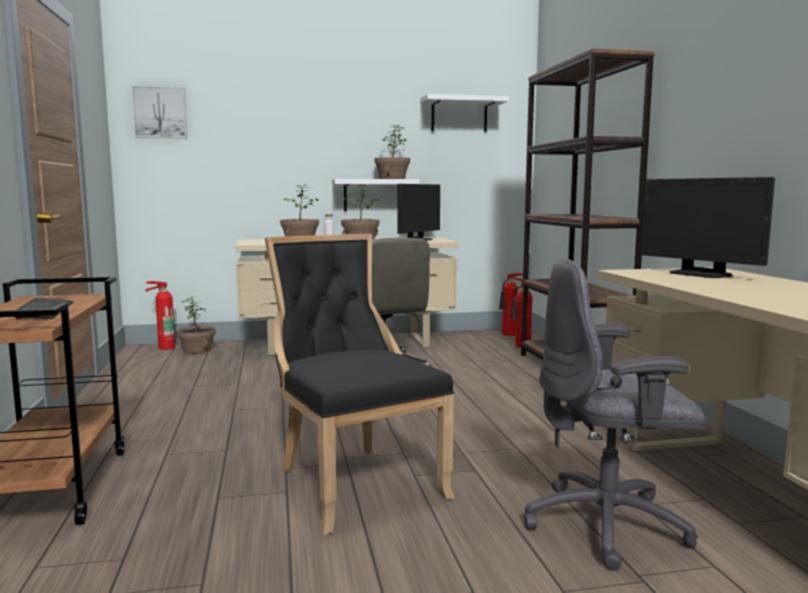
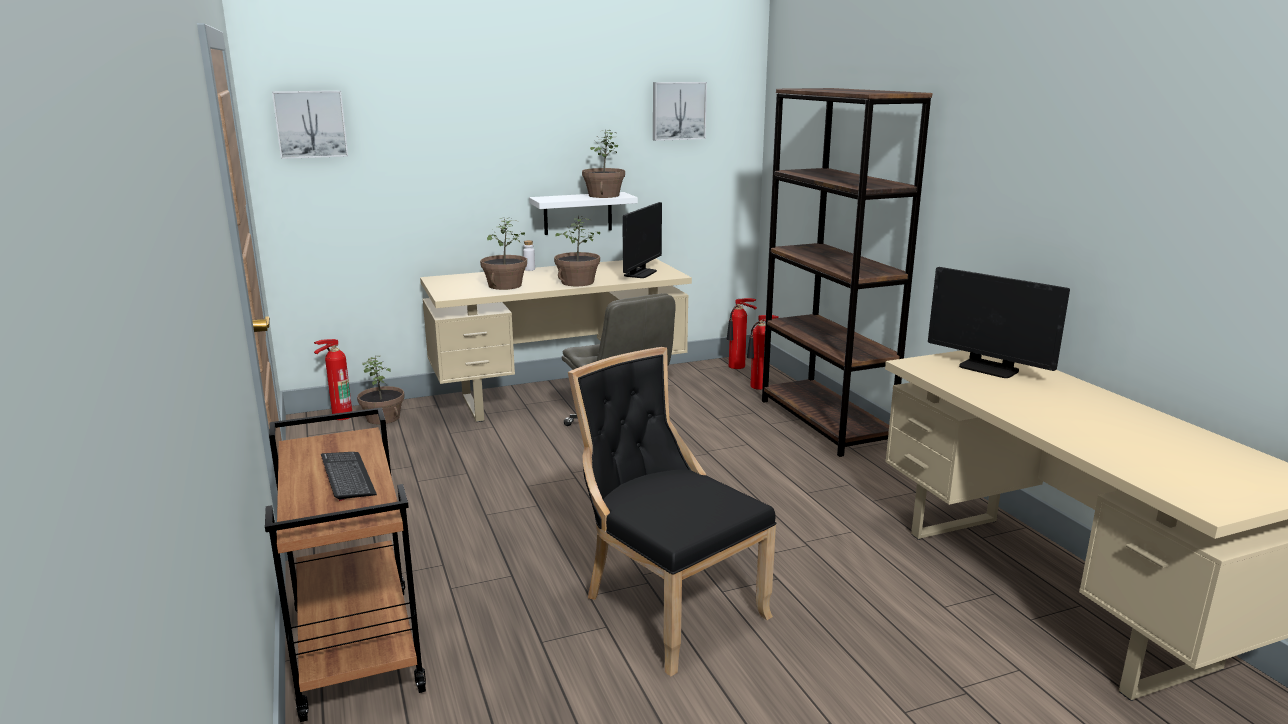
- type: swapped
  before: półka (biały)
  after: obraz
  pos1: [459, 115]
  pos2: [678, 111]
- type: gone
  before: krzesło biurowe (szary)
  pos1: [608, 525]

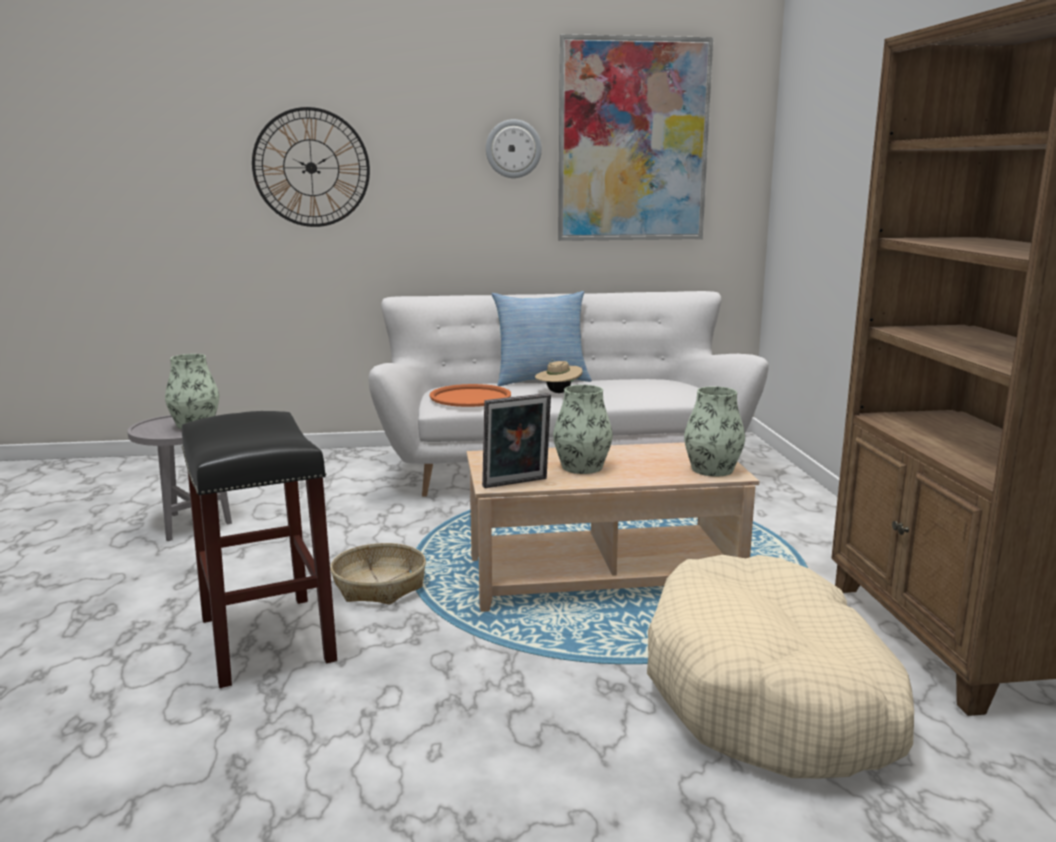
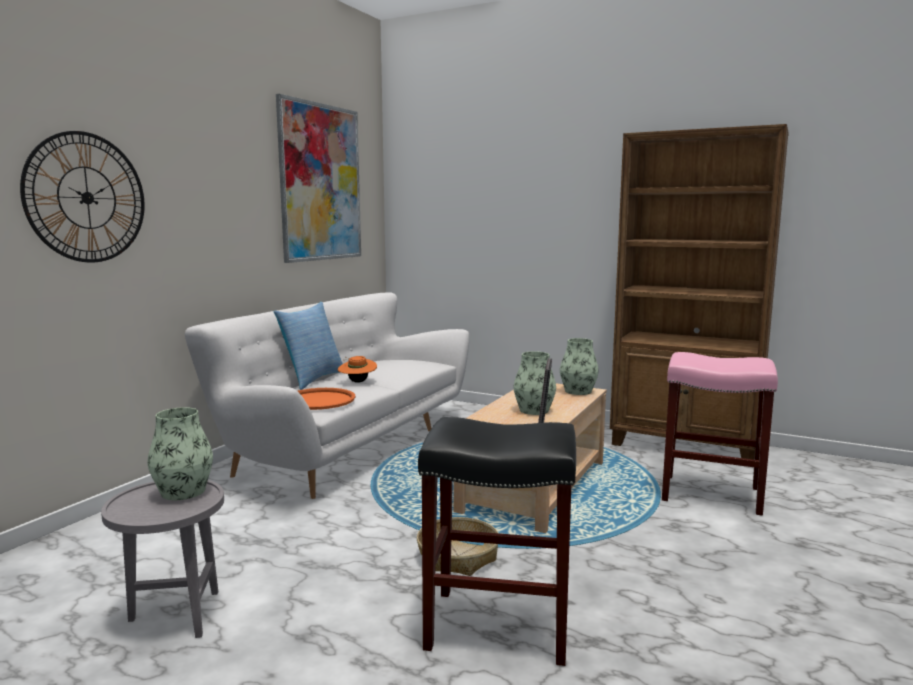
- type: gone
  before: zegar ścienny
  pos1: [513, 149]
- type: repainted
  before: kapelusz (beżowy)
  after: kapelusz (pomarańczowy)
  pos1: [558, 392]
  pos2: [357, 382]
- type: swapped
  before: legowisko (beżowy)
  after: stołek (różowy)
  pos1: [771, 694]
  pos2: [709, 494]

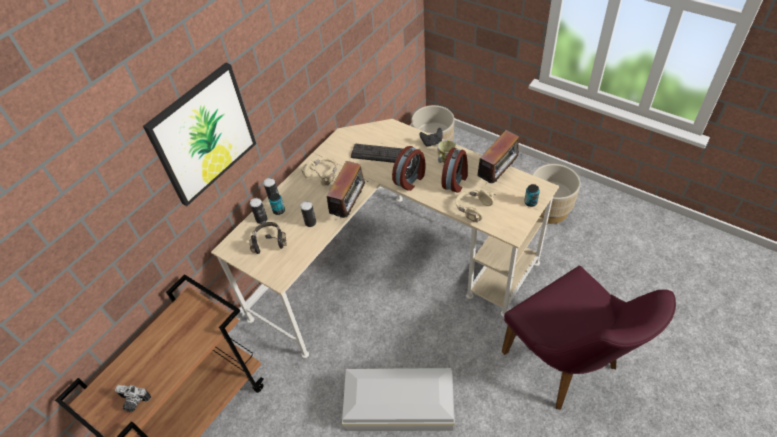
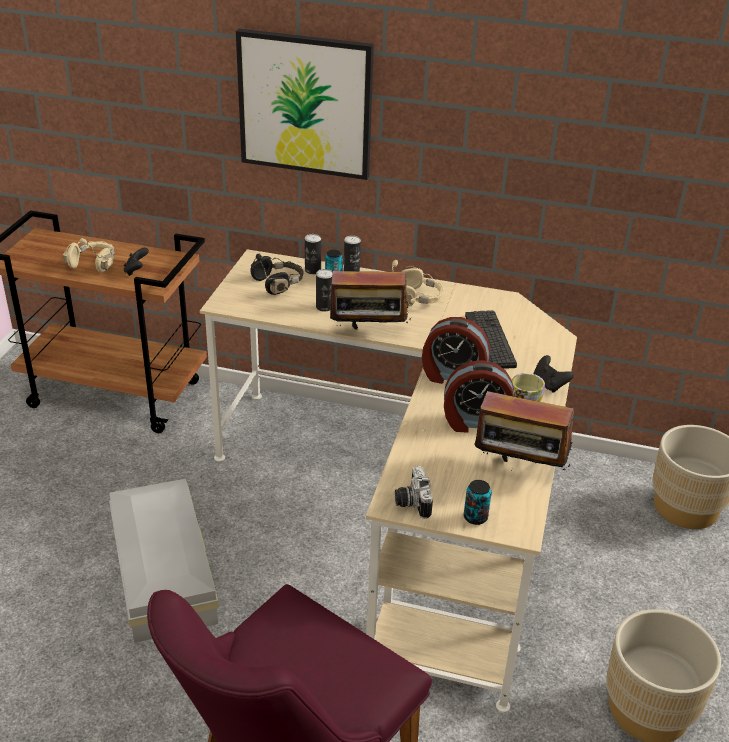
- type: shifted
  before: słuchawki (beżowy)
  pos1: [473, 209]
  pos2: [94, 264]
- type: shifted
  before: aparat fotograficzny
  pos1: [133, 402]
  pos2: [411, 502]
- type: new
  after: pad do gier (czarny)
  pos2: [136, 271]

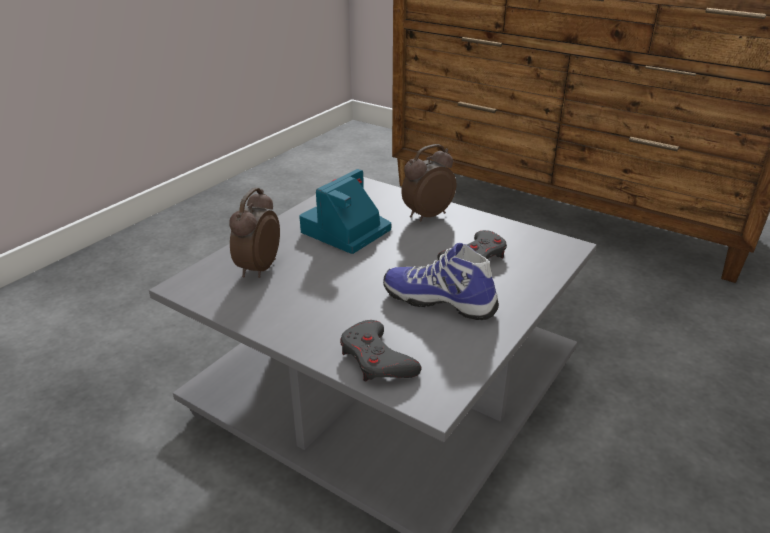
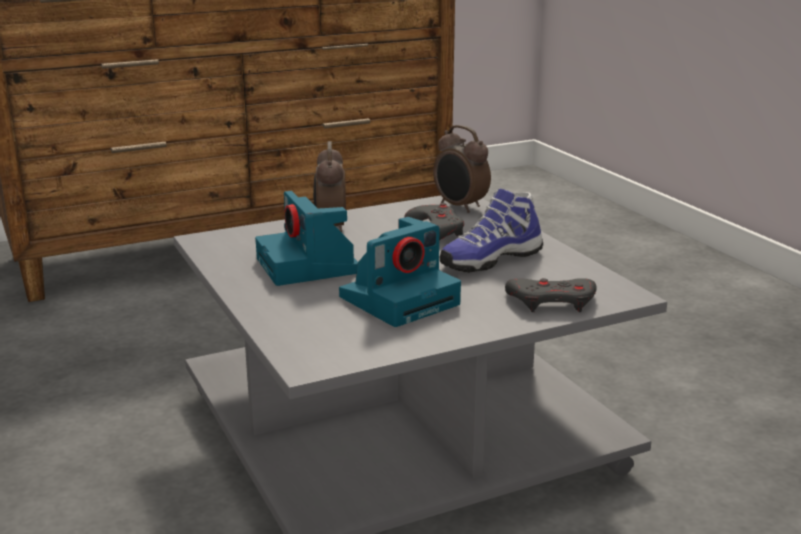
- type: shifted
  before: budzik
  pos1: [257, 269]
  pos2: [460, 207]
- type: new
  after: aparat fotograficzny
  pos2: [400, 299]

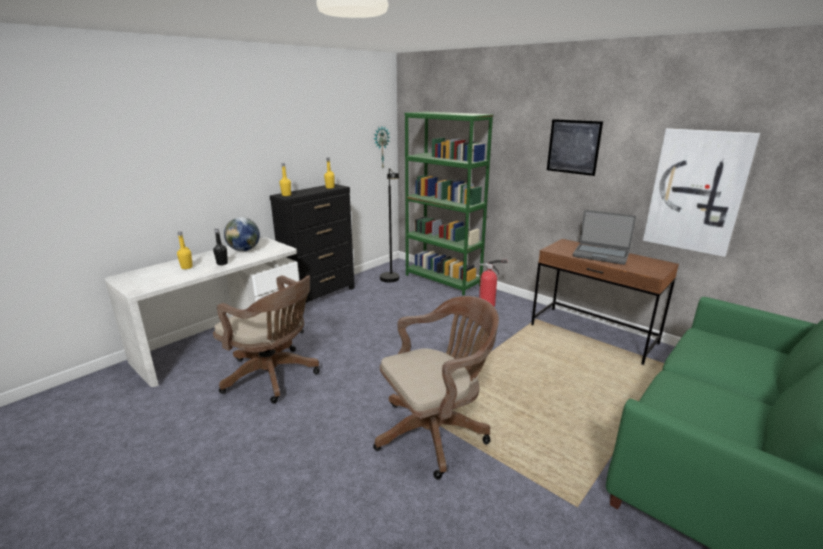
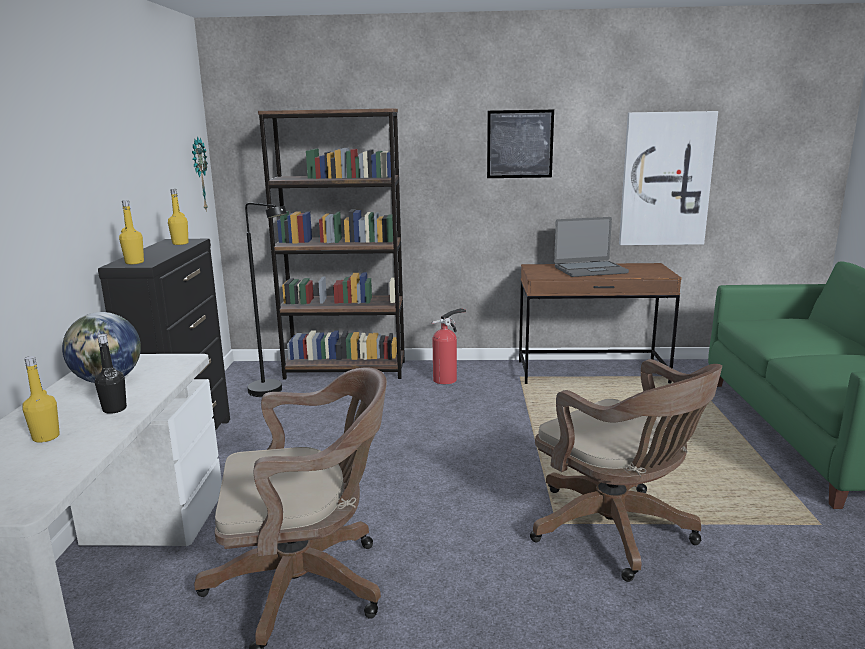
- type: repainted
  before: regał (zielony)
  after: regał (brązowy)
  pos1: [443, 280]
  pos2: [346, 370]
- type: rotated
  before: krzesło biurowe (brązowy)
  pos1: [436, 432]
  pos2: [617, 532]
  turn: 120

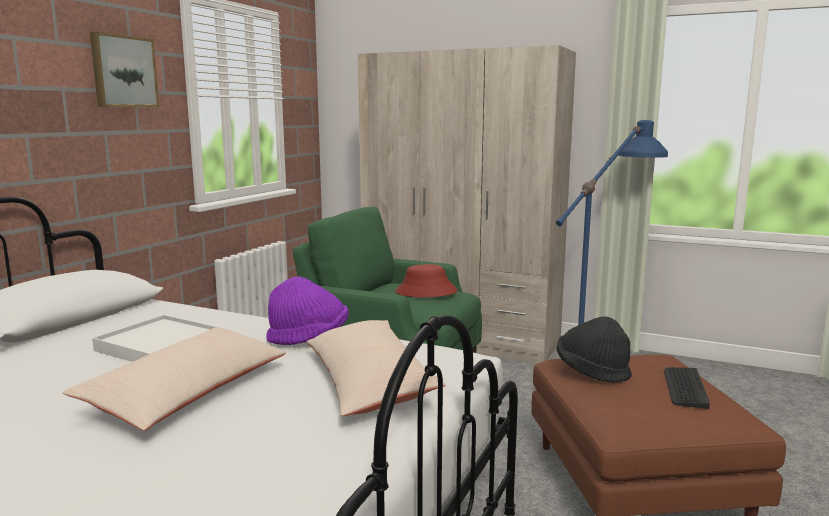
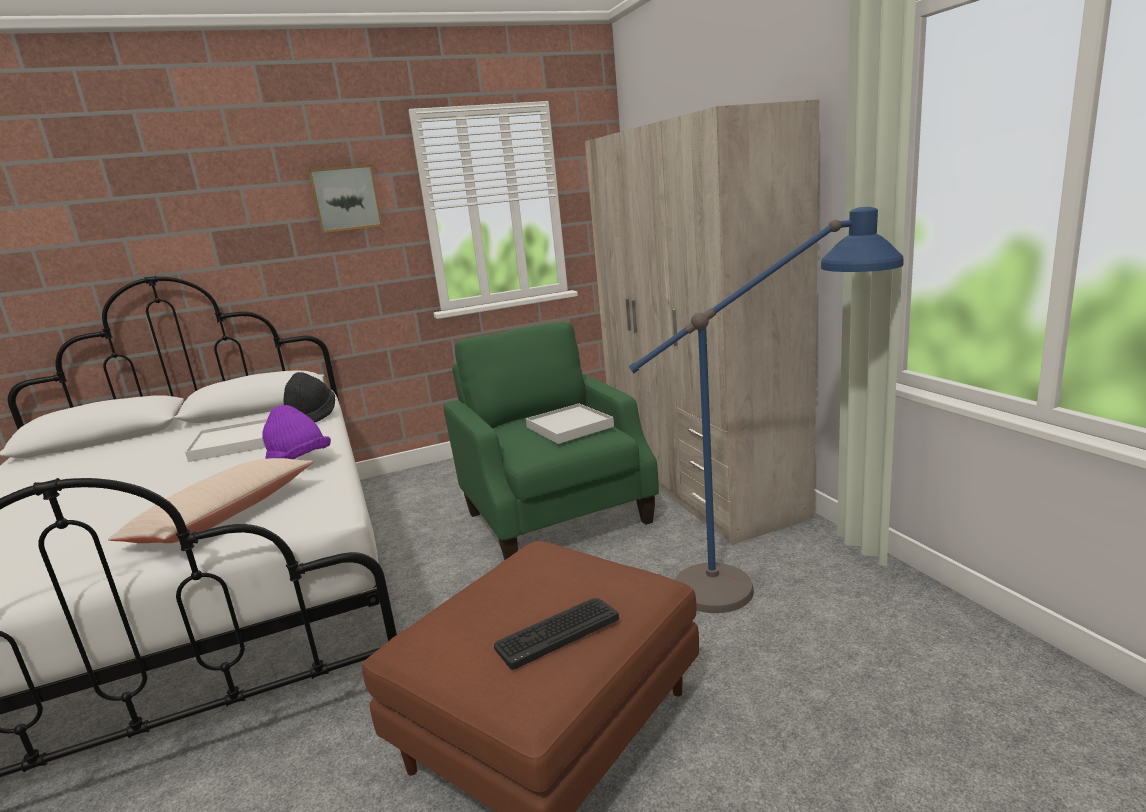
- type: swapped
  before: kapelusz (czerwony)
  after: taca (biały)
  pos1: [426, 292]
  pos2: [569, 427]
- type: shifted
  before: kapelusz (czarny)
  pos1: [592, 371]
  pos2: [312, 417]
- type: gone
  before: poduszka (beżowy)
  pos1: [187, 393]

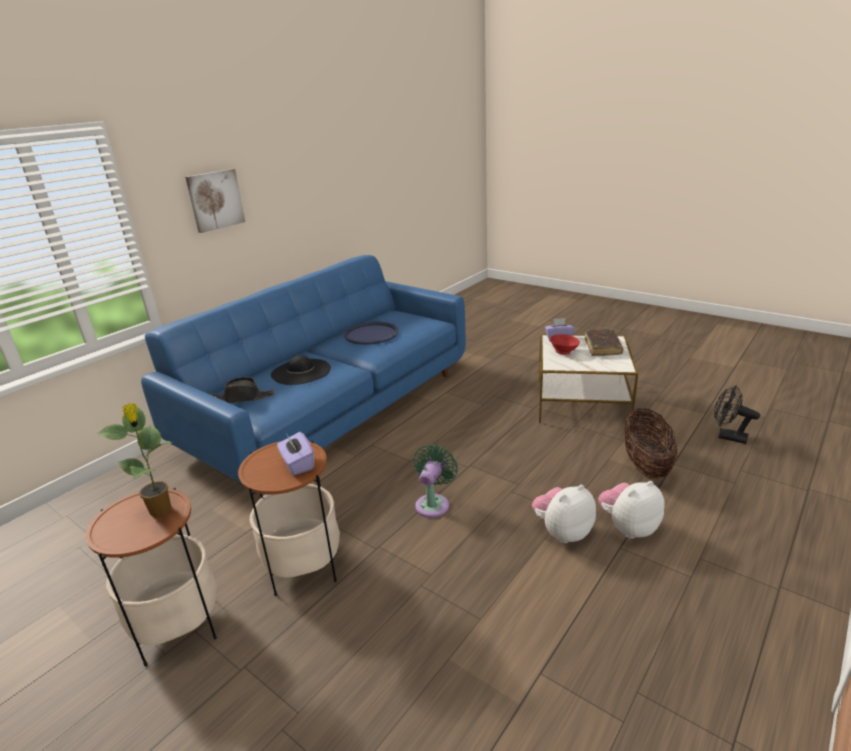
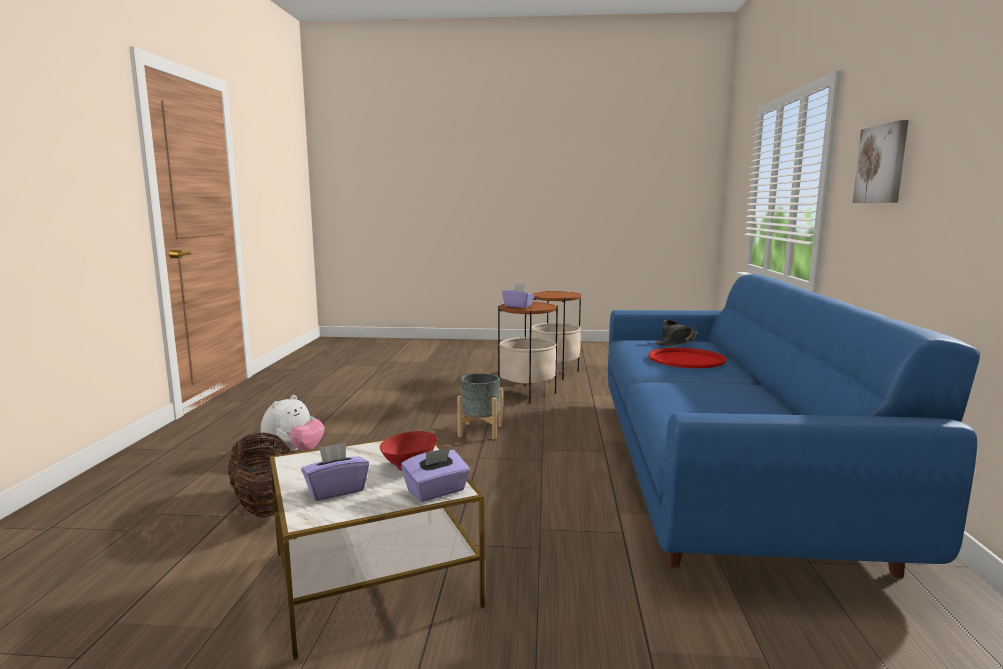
- type: gone
  before: taca (niebieski)
  pos1: [371, 334]
- type: swapped
  before: książka (brązowy)
  after: pudełko chusteczek (fioletowy)
  pos1: [602, 347]
  pos2: [336, 490]
- type: swapped
  before: kapelusz (czarny)
  after: taca (czerwony)
  pos1: [301, 371]
  pos2: [686, 359]
- type: gone
  before: wentylator (czarny)
  pos1: [727, 437]
- type: gone
  before: roślina doniczkowa
  pos1: [161, 511]
- type: swapped
  before: wentylator (zielony)
  after: donica (szary)
  pos1: [433, 503]
  pos2: [480, 431]
- type: gone
  before: pluszak
  pos1: [562, 532]

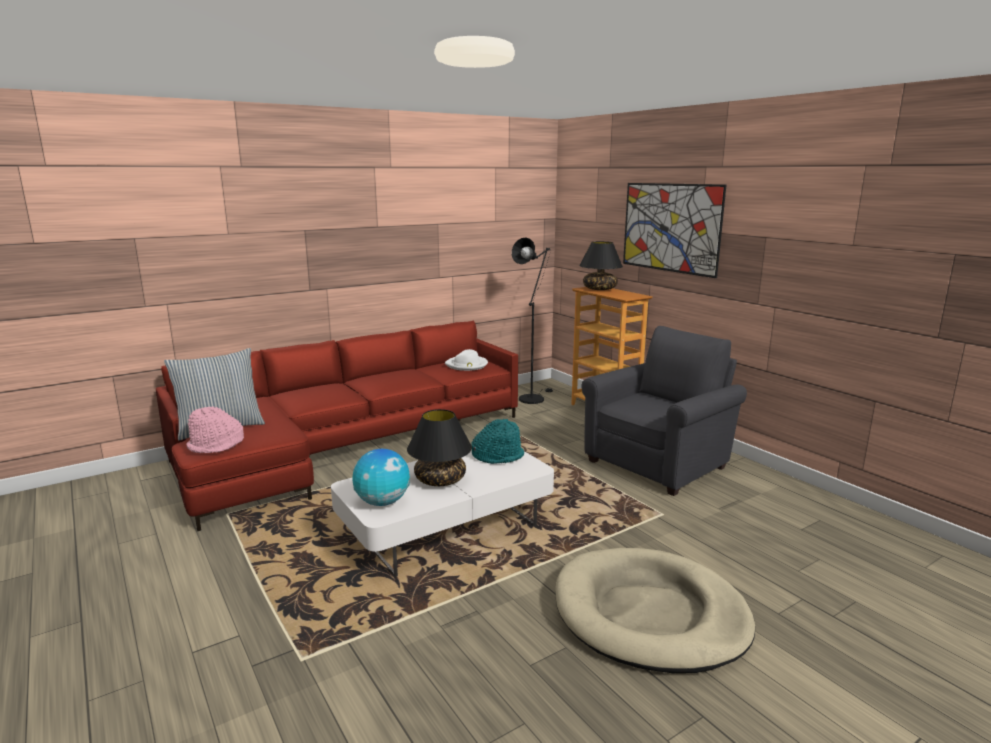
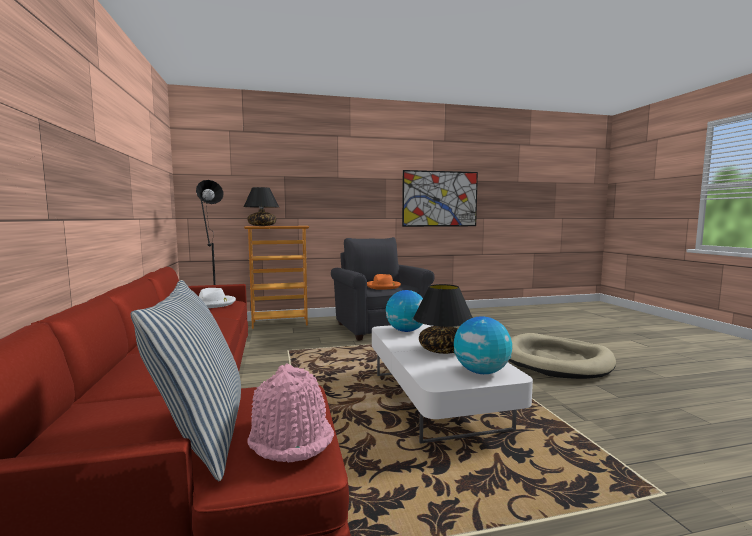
- type: shifted
  before: obraz
  pos1: [670, 227]
  pos2: [440, 199]
- type: swapped
  before: kapelusz (turkusowy)
  after: globus
  pos1: [498, 456]
  pos2: [406, 331]
- type: new
  after: kapelusz (pomarańczowy)
  pos2: [383, 286]

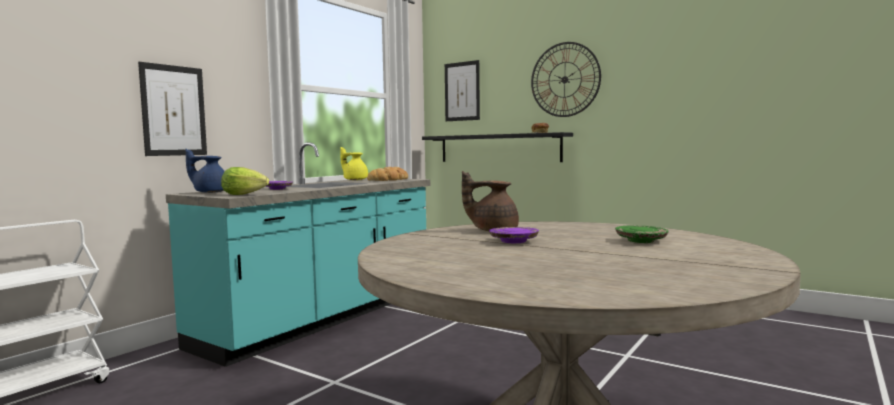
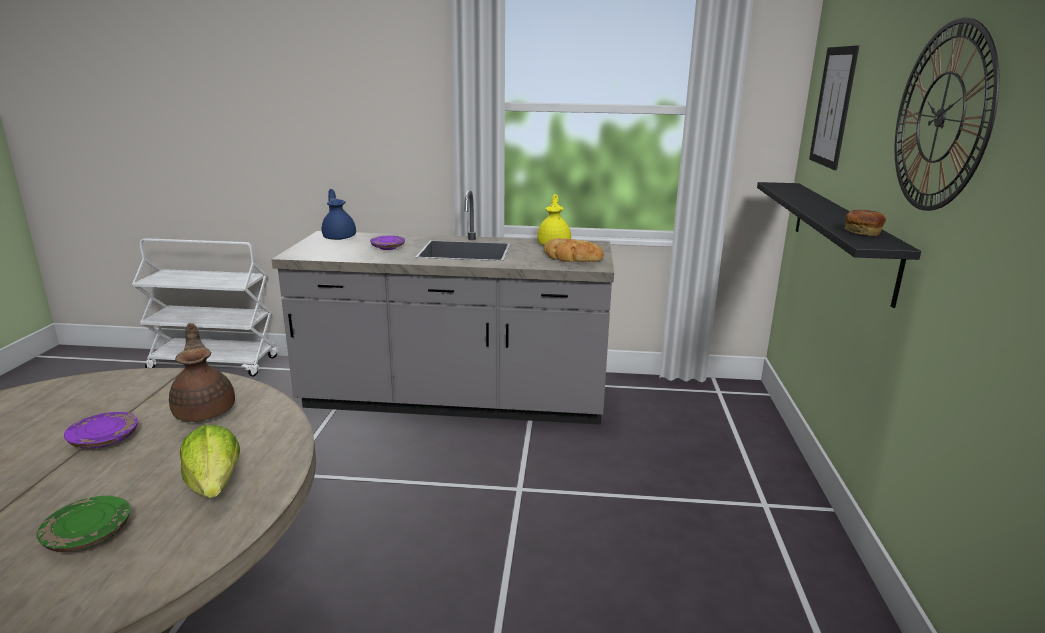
- type: gone
  before: obraz
  pos1: [174, 110]
- type: repainted
  before: zabudowa kuchenna (turkusowy)
  after: zabudowa kuchenna (szary)
  pos1: [322, 319]
  pos2: [454, 401]
- type: shifted
  before: sałata
  pos1: [243, 194]
  pos2: [215, 485]

